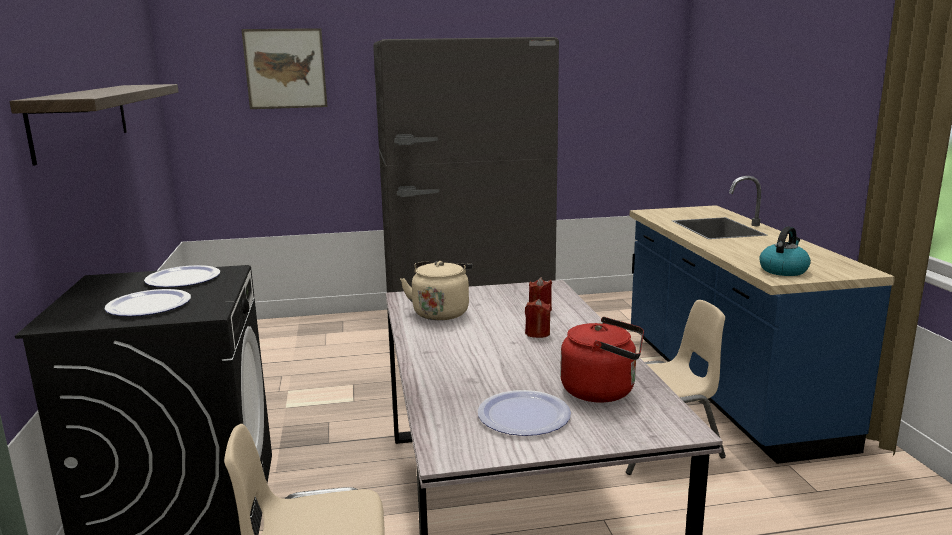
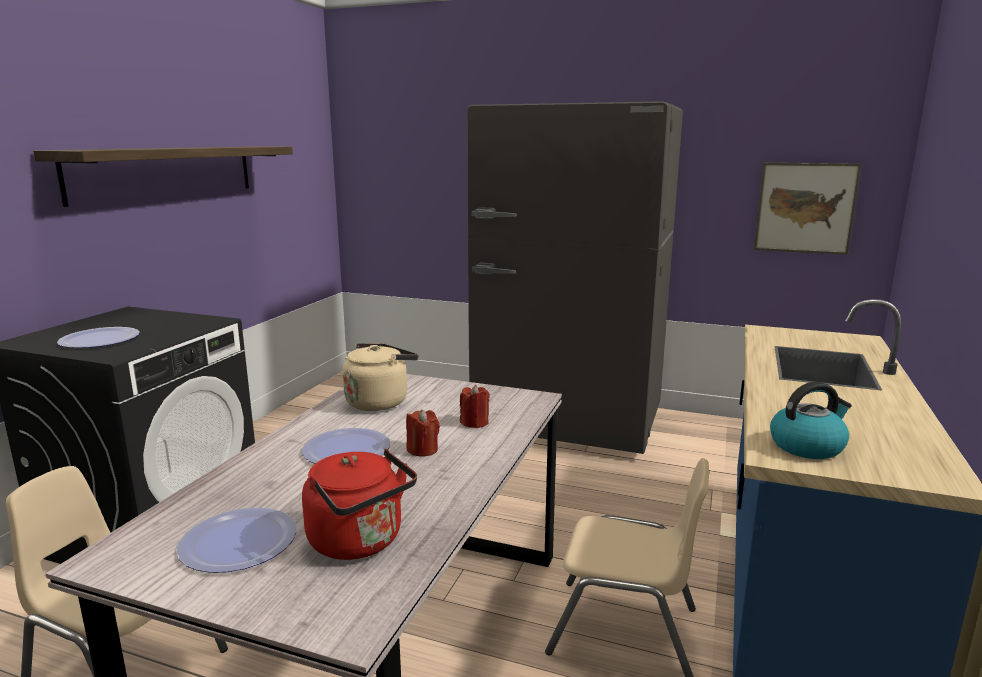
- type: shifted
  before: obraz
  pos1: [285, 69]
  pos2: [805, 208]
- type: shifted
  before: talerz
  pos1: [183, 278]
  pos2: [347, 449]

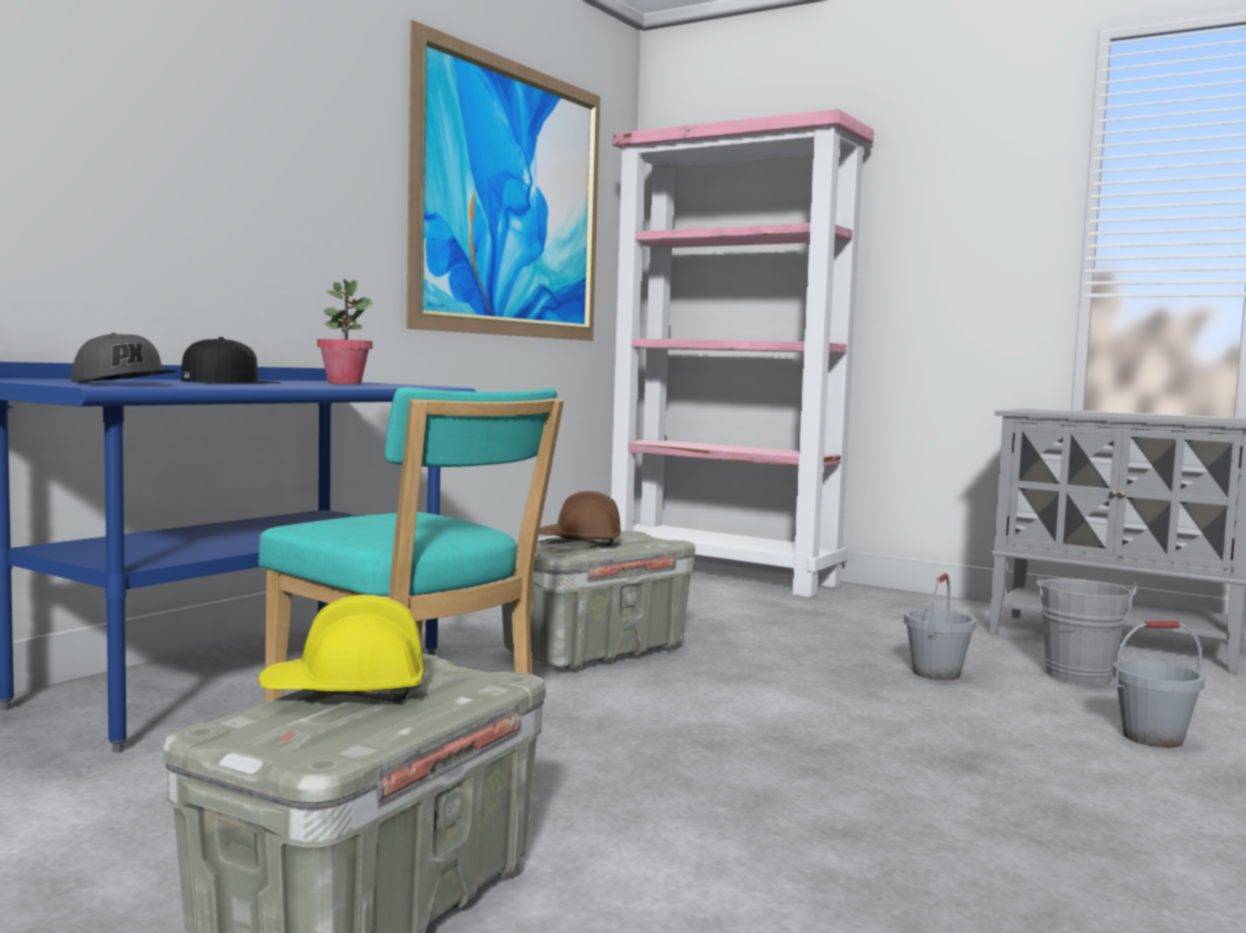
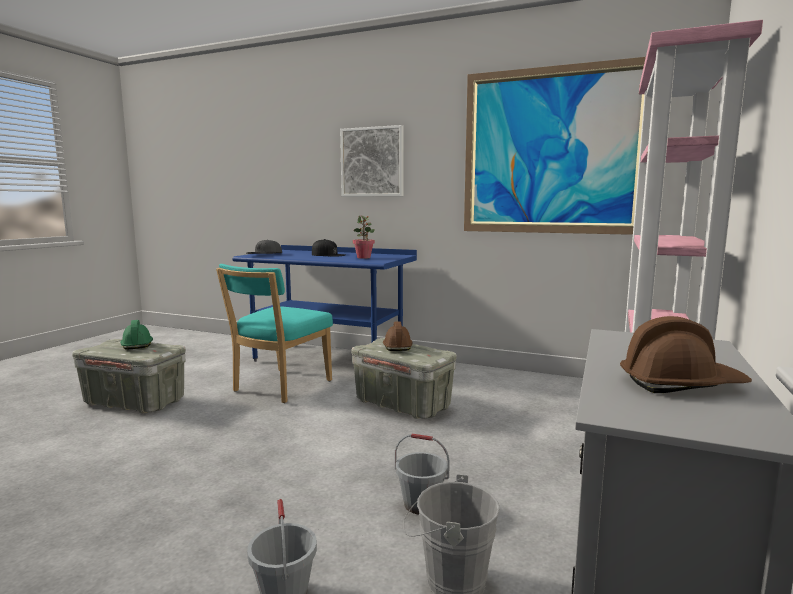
- type: repainted
  before: kask (żółty)
  after: kask (zielony)
  pos1: [345, 692]
  pos2: [137, 344]
- type: new
  after: obraz
  pos2: [372, 162]
- type: new
  after: kask (brązowy)
  pos2: [680, 384]

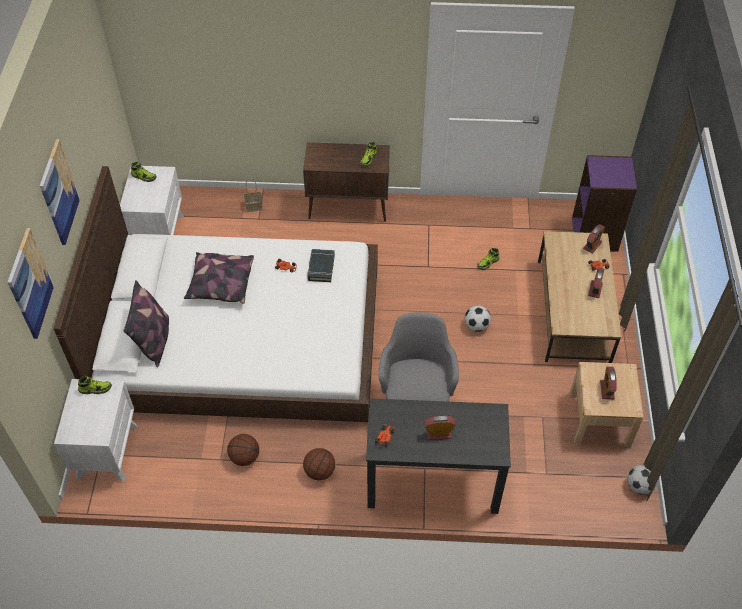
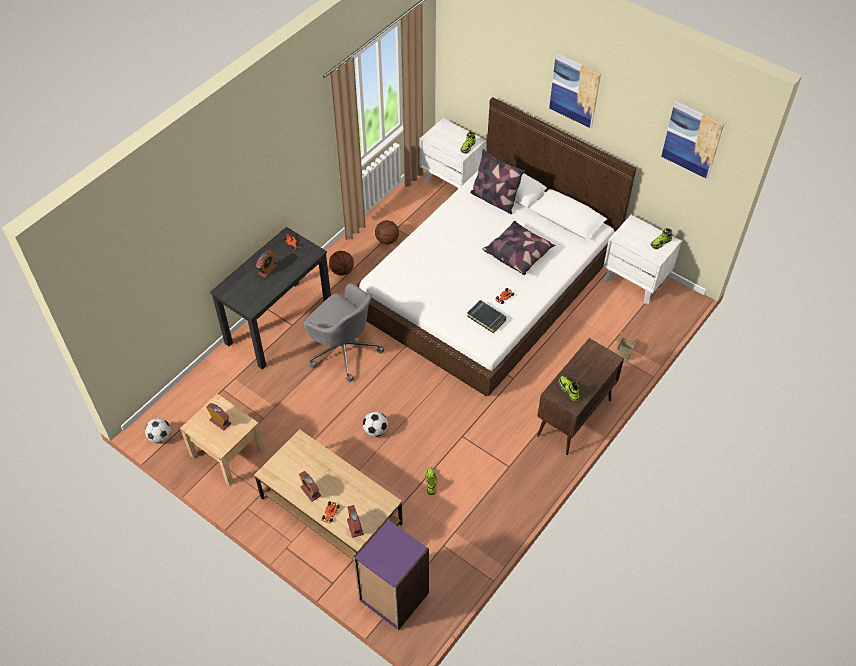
- type: shifted
  before: obraz
  pos1: [30, 284]
  pos2: [692, 139]

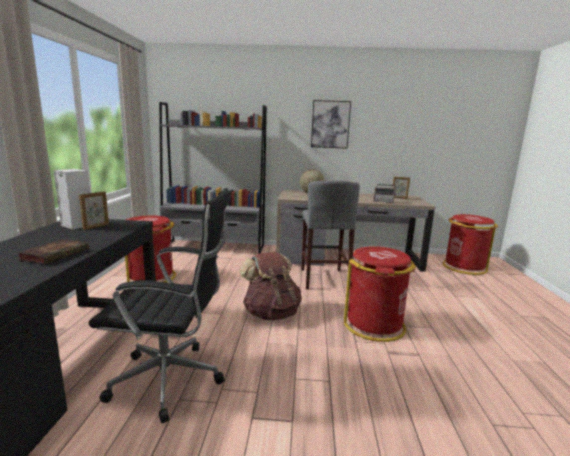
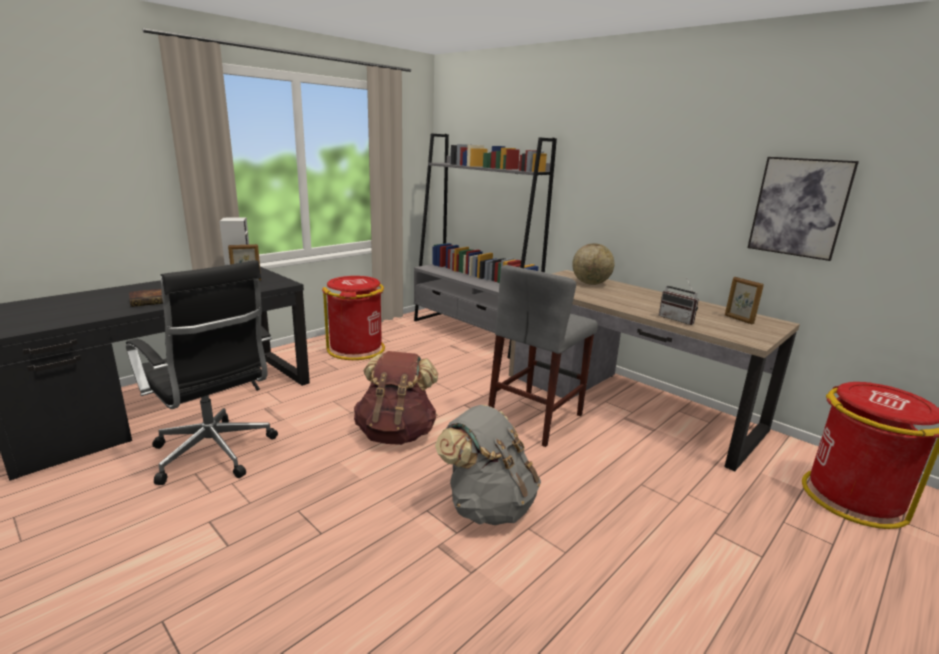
- type: shifted
  before: obraz
  pos1: [330, 124]
  pos2: [799, 207]
- type: swapped
  before: kosz na śmieci (czerwony)
  after: plecak (szary)
  pos1: [375, 325]
  pos2: [487, 505]

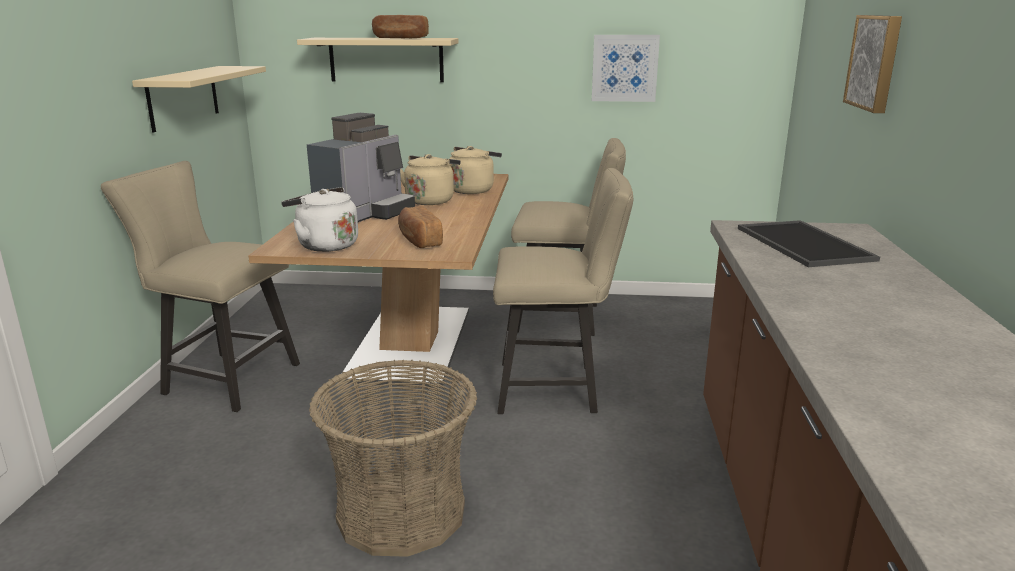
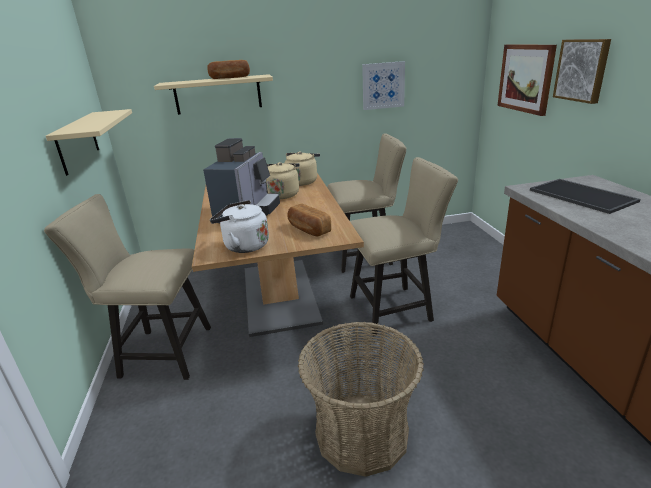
- type: new
  after: obraz
  pos2: [525, 78]

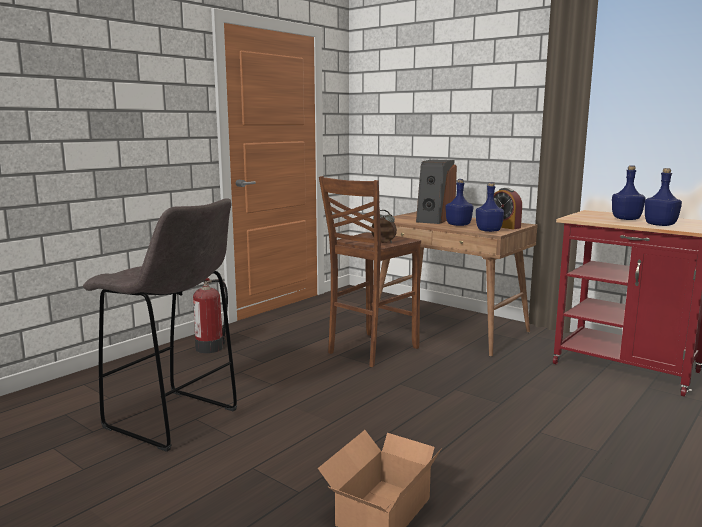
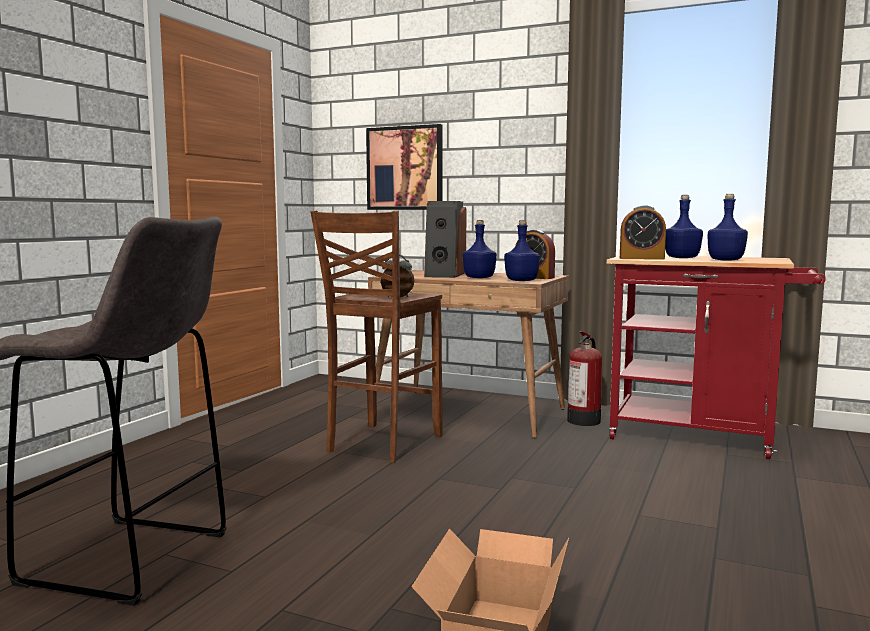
- type: shifted
  before: gaśnica
  pos1: [211, 347]
  pos2: [584, 420]
- type: new
  after: obraz
  pos2: [405, 168]
- type: new
  after: budzik
  pos2: [641, 258]

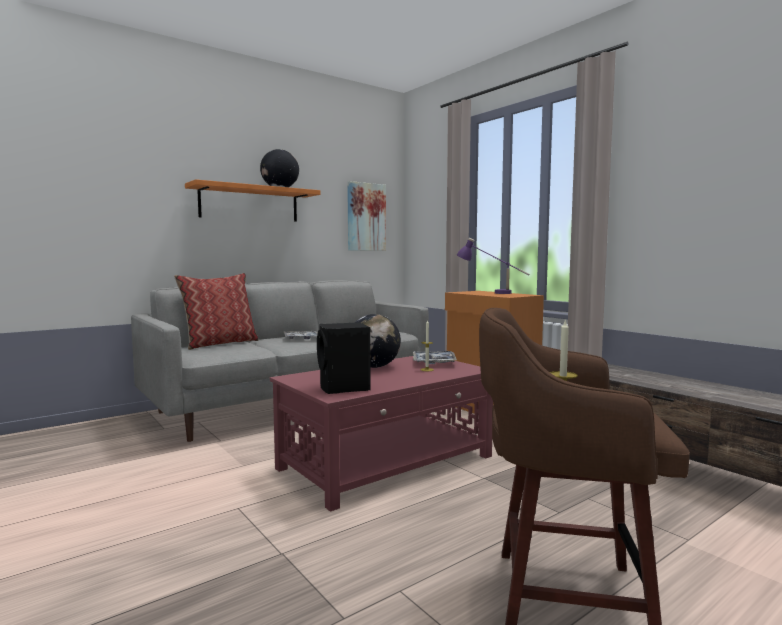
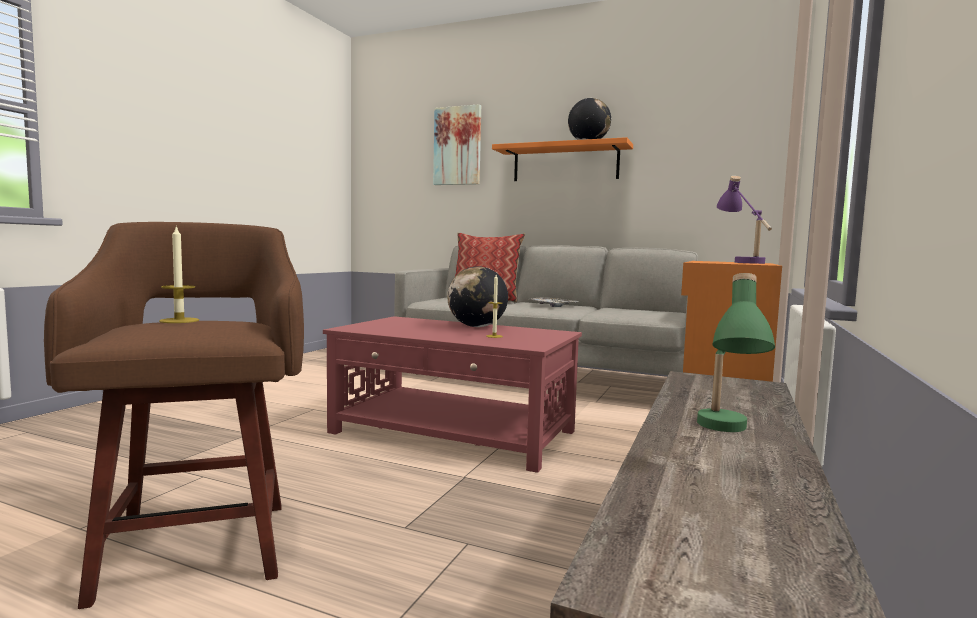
- type: shifted
  before: obraz
  pos1: [366, 217]
  pos2: [457, 146]
- type: gone
  before: głośnik (czarny)
  pos1: [344, 388]
- type: gone
  before: taca
  pos1: [434, 362]
- type: new
  after: lampa stołowa (zielony)
  pos2: [724, 435]

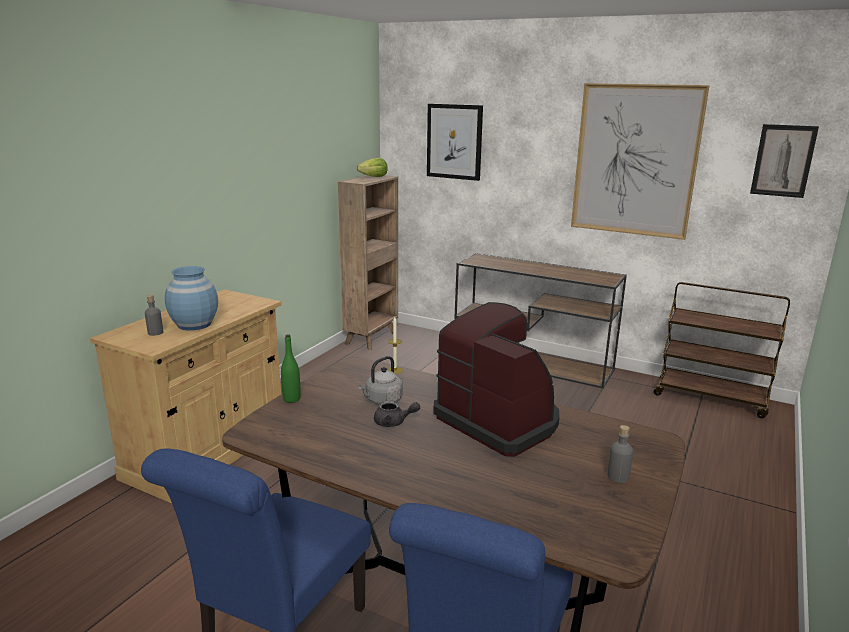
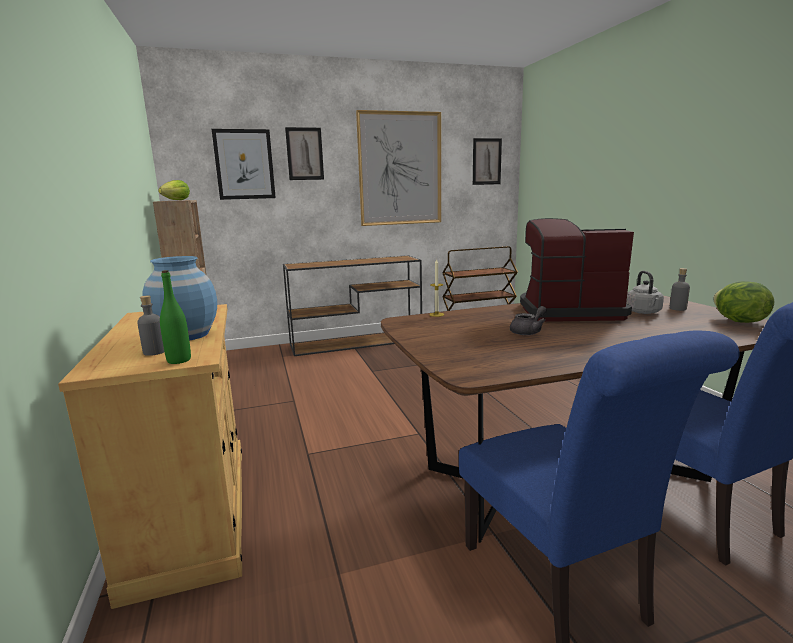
- type: shifted
  before: butelka (zielony)
  pos1: [291, 399]
  pos2: [179, 360]
- type: shifted
  before: czajnik (szary)
  pos1: [382, 401]
  pos2: [644, 312]
- type: new
  after: obraz
  pos2: [305, 154]
- type: new
  after: sałata
  pos2: [738, 321]

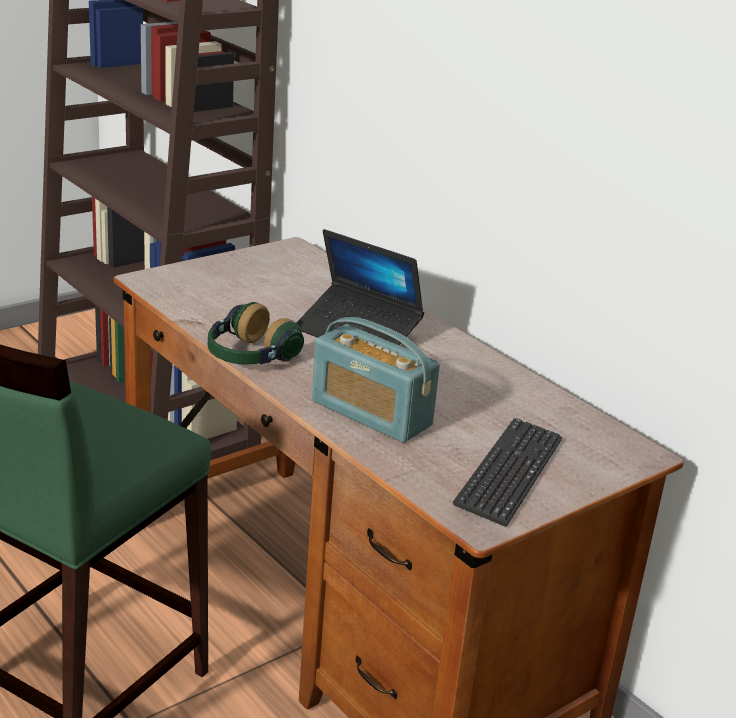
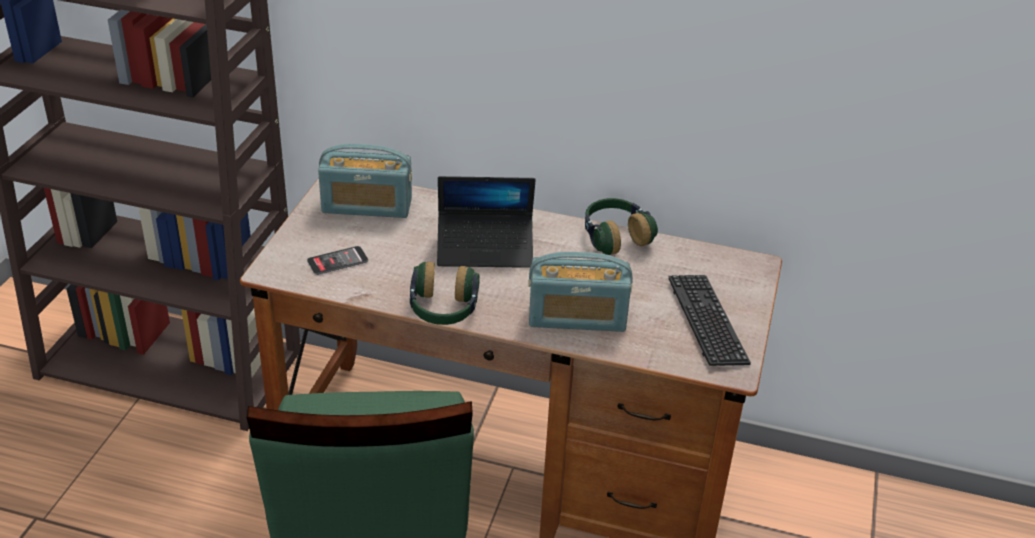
- type: new
  after: radio
  pos2: [367, 206]
- type: new
  after: słuchawki
  pos2: [615, 237]
- type: new
  after: telefon
  pos2: [337, 261]

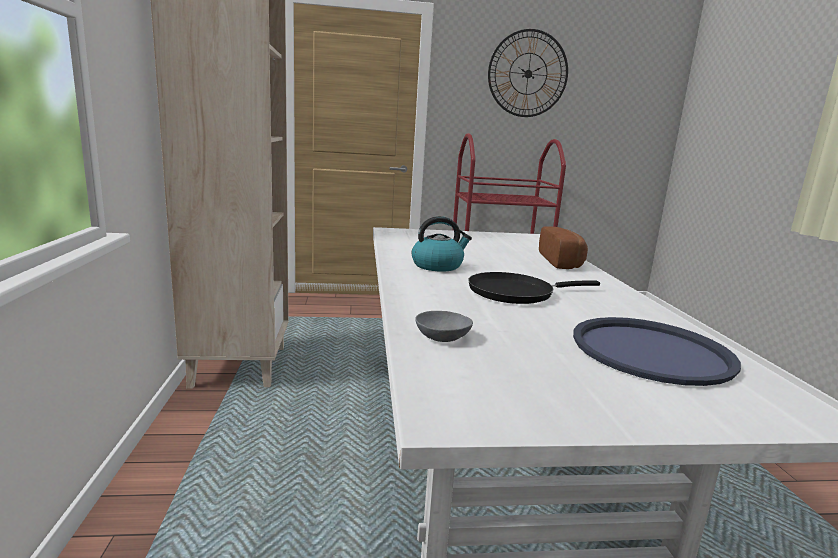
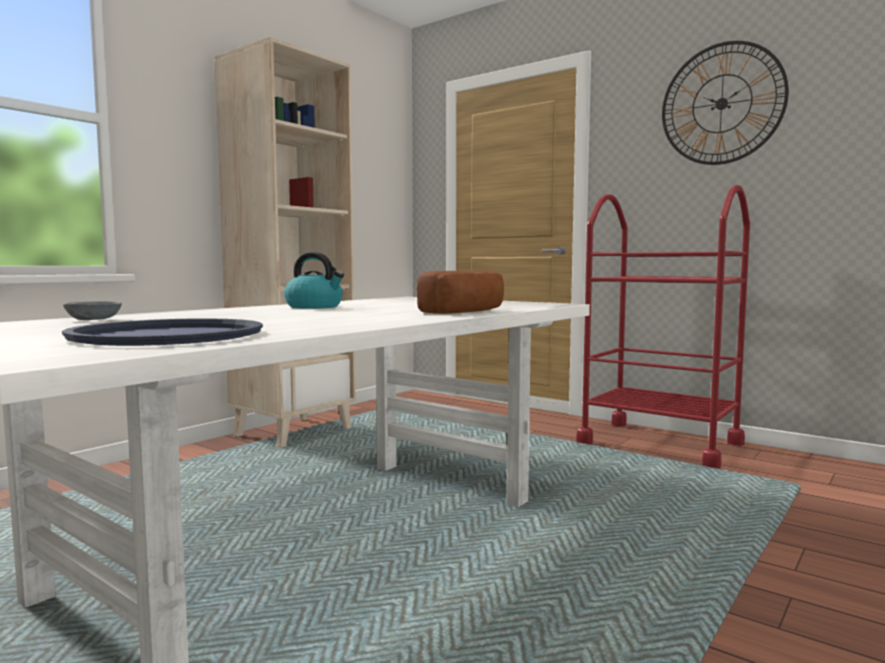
- type: gone
  before: patelnia (czarny)
  pos1: [516, 293]

